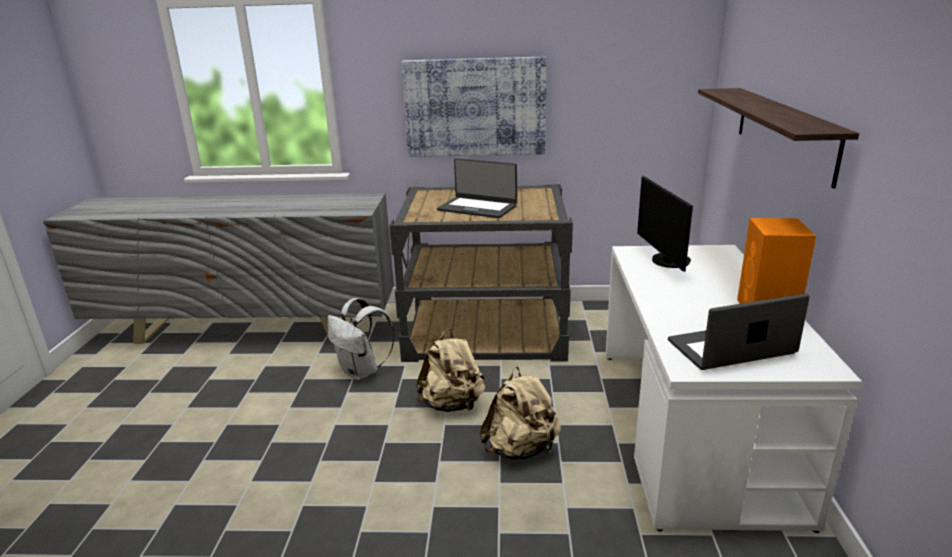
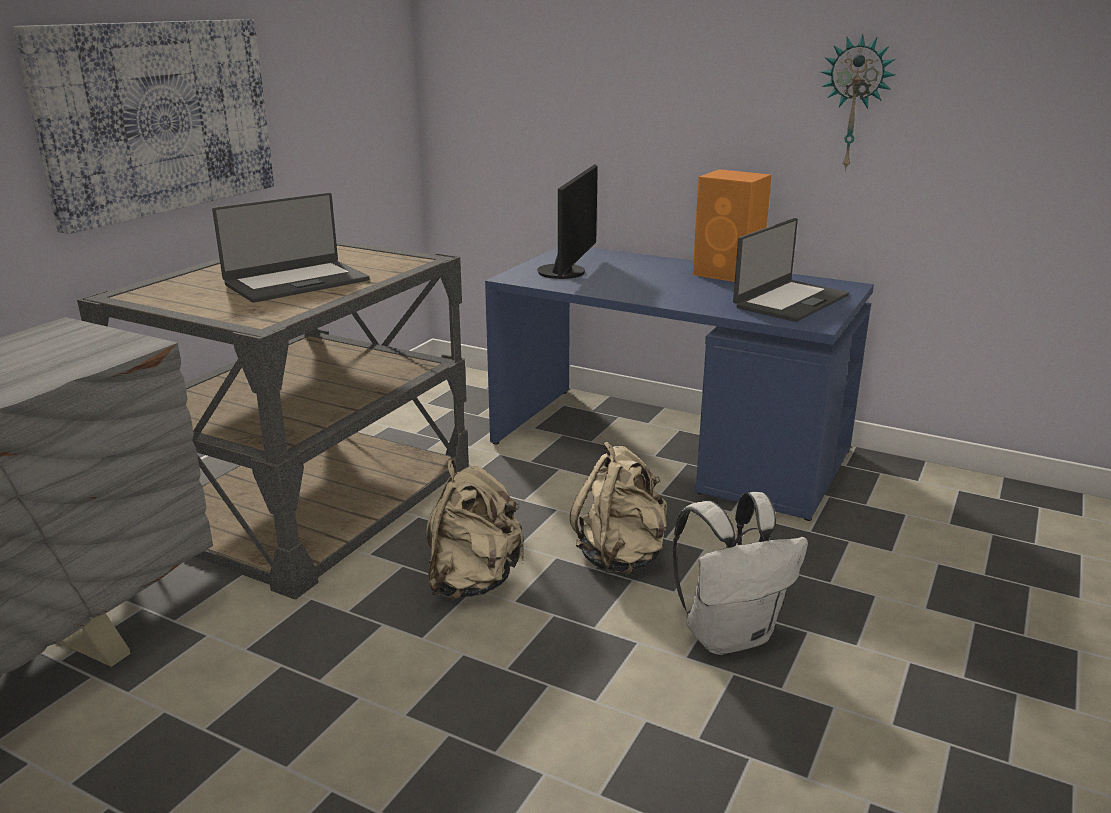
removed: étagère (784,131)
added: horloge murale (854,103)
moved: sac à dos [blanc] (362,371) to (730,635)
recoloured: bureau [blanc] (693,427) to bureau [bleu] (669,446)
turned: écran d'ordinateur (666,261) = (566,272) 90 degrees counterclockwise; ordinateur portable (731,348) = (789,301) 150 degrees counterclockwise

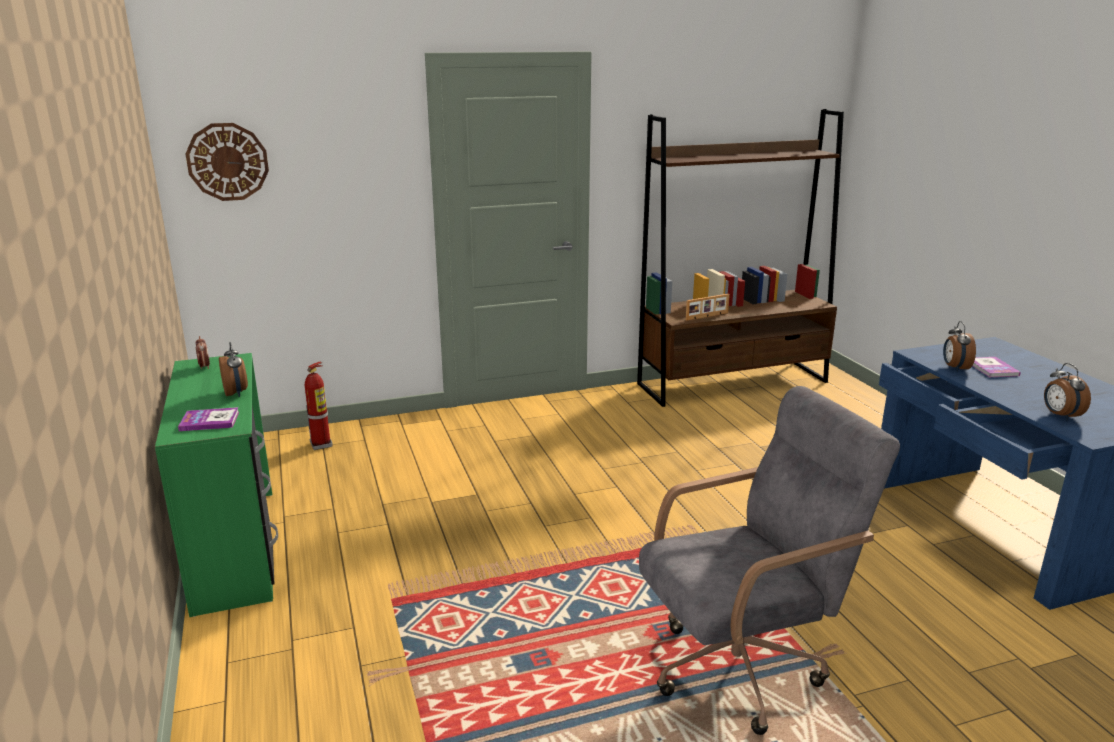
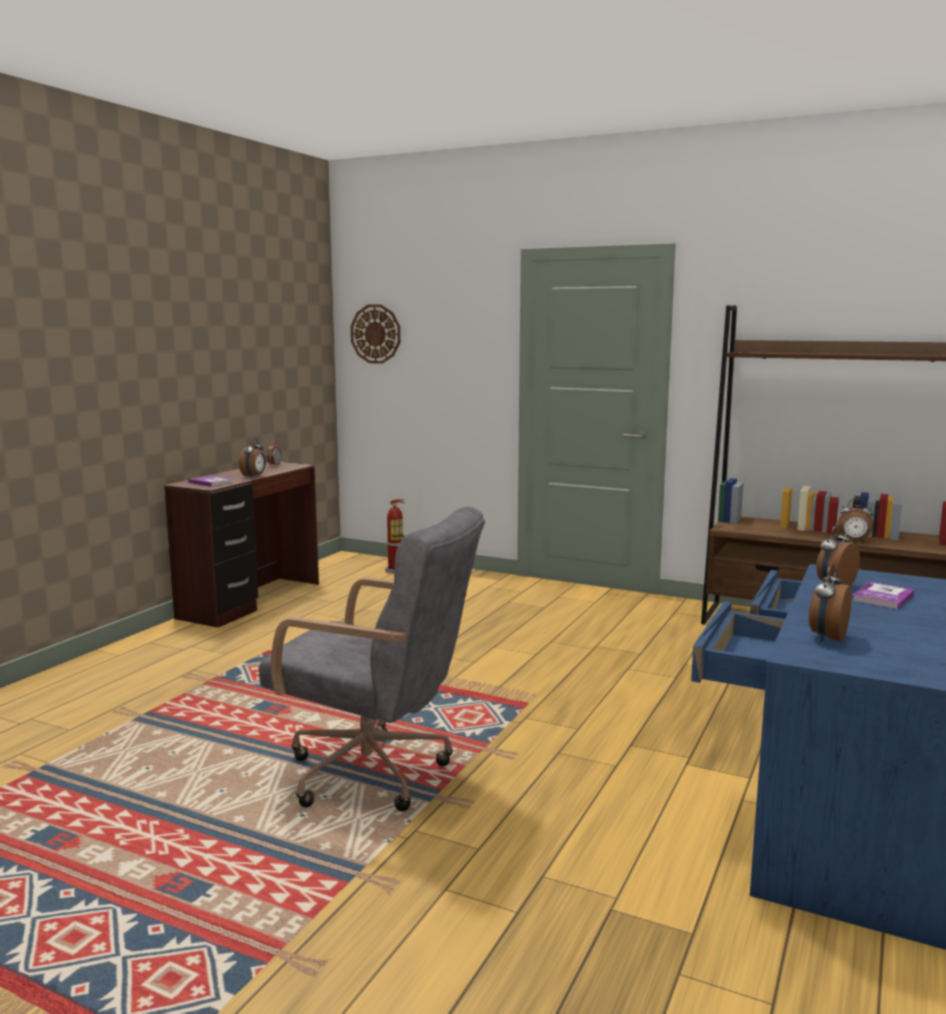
removed: cadre photo (707,316)
added: réveil (854,541)
recoloured: bureau [vert] (237,548) to bureau [marron] (252,601)

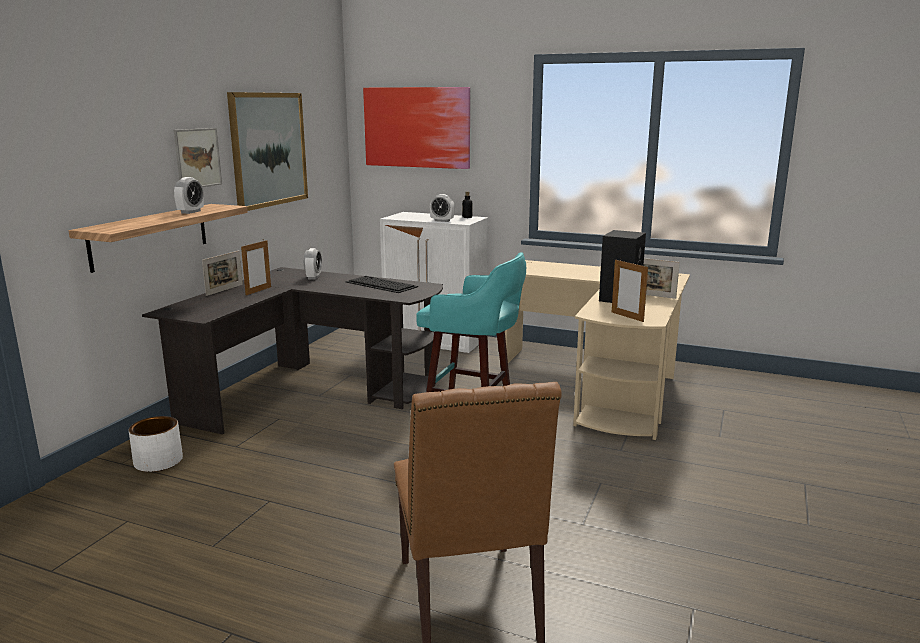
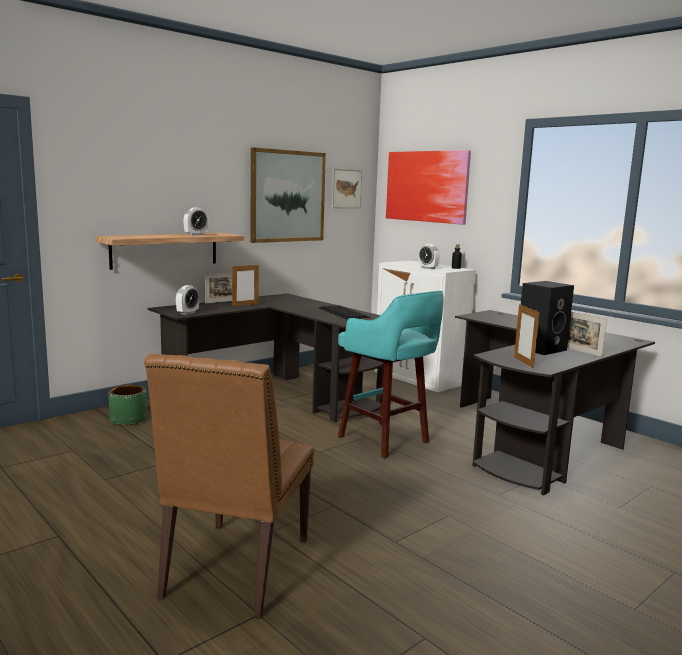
moved: tableau (197,158) to (346,188); réveil (313,277) to (187,313)
recoloured: cache-pot [blanc] (158,462) to cache-pot [vert] (128,420); bureau [beige] (601,384) to bureau [noir] (538,439)

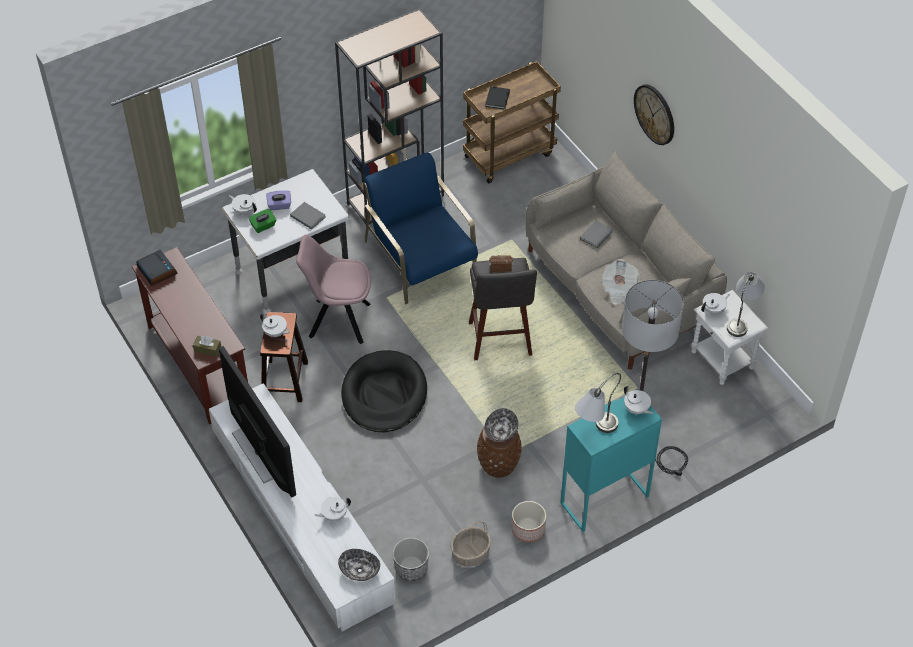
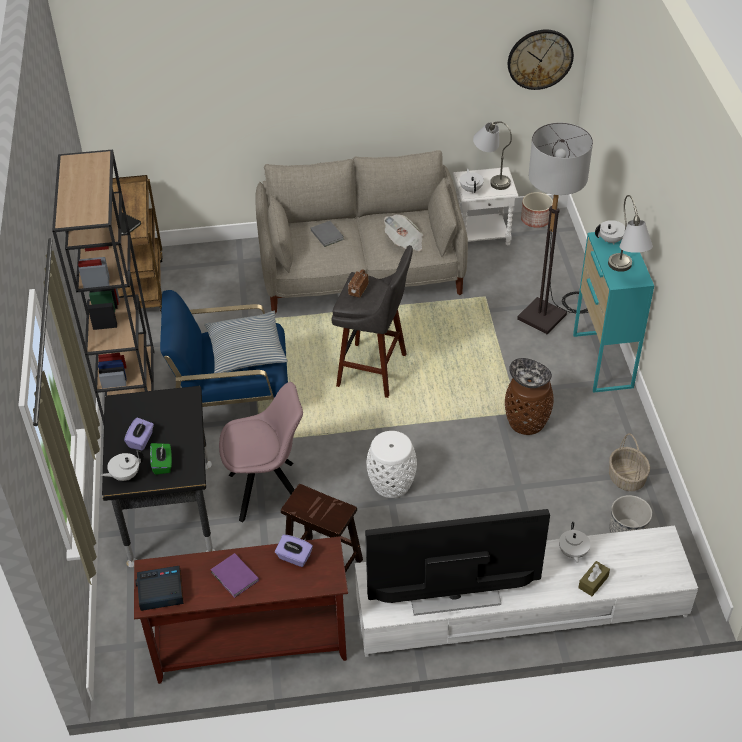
removed: théière [blanc] (275,333); livre [gris] (307,216); bol (360,570)
added: coussin (246,350); livre [violet] (235,577); boîte à mouchoirs [violet] (294,557)
moved: boîte à mouchoirs [marron] (207,349) to (593,582); cache-pot (528,529) to (535,219); horloge murale (655,114) to (540,59)
replaced: panier pour chien [noir] (384,394) to tabouret [blanc] (392,483)
recoloured: bureau [blanc] (292,272) to bureau [noir] (169,511)
turned: chaise [rose] (339,320) = (267,491) 135 degrees counterclockwise

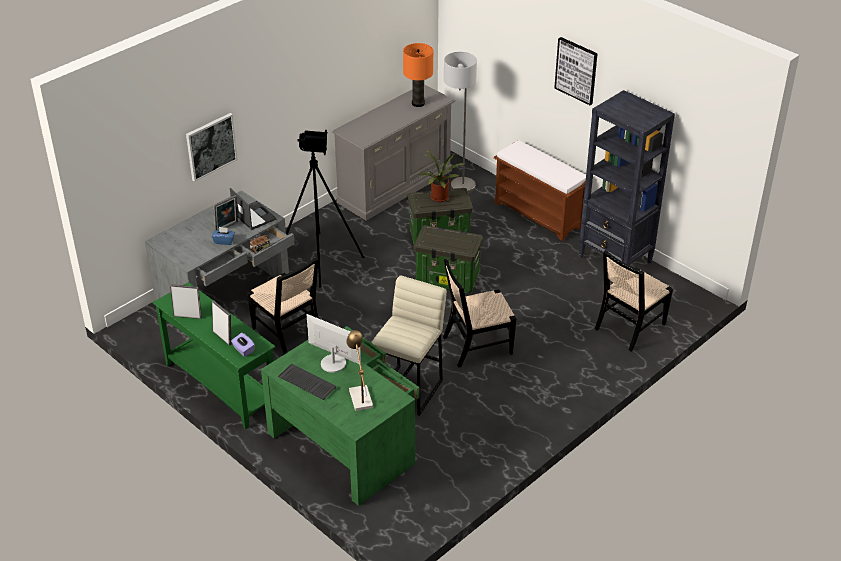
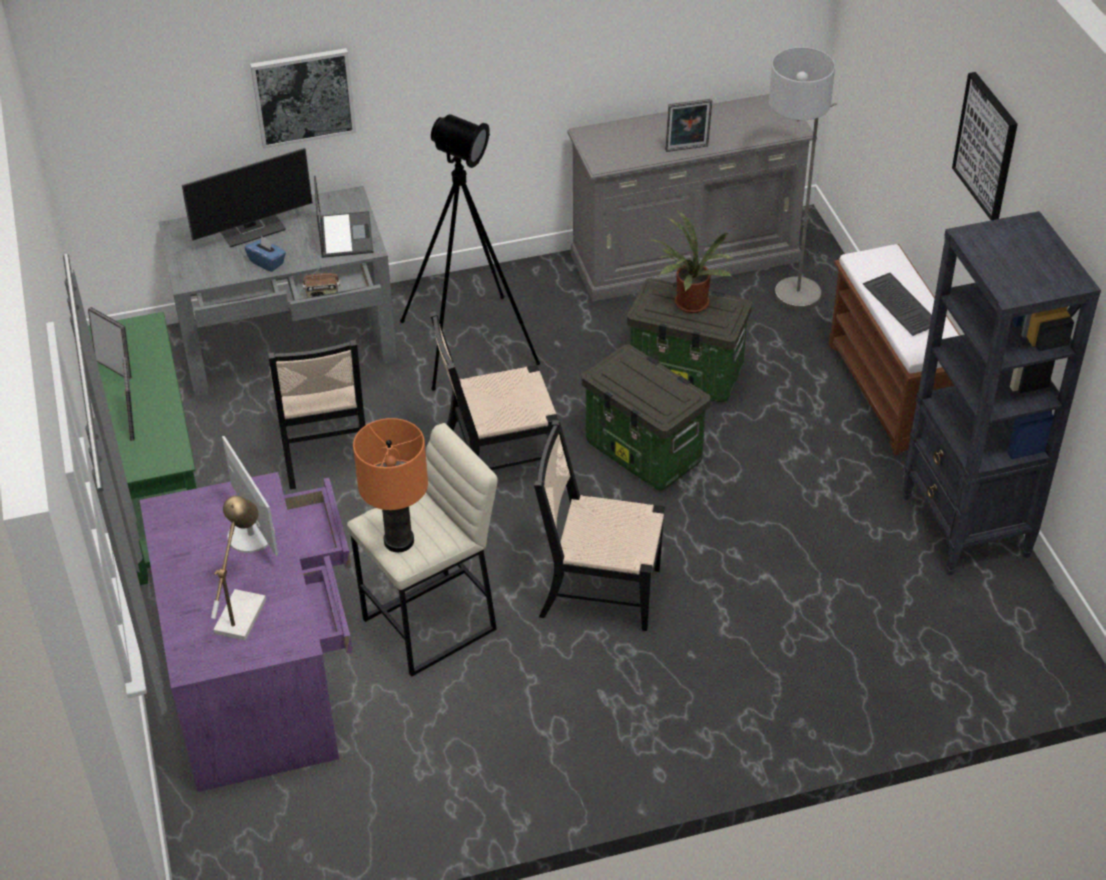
removed: boîte à mouchoirs [violet] (243,350)
added: écran d'ordinateur (252,228)
moved: cadre photo (227,227) to (687,149); clavier (306,383) to (899,306); lampe de table [orange] (418,103) to (398,541); chaise (630,327) to (498,463)
recoloured: bureau [vert] (346,443) to bureau [violet] (263,674)

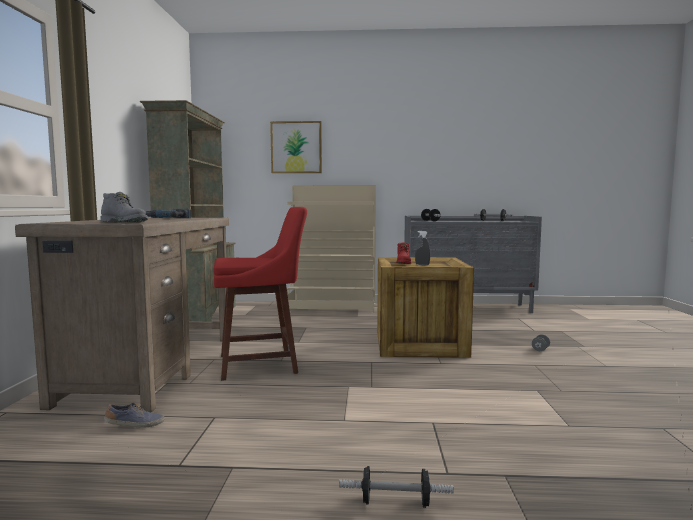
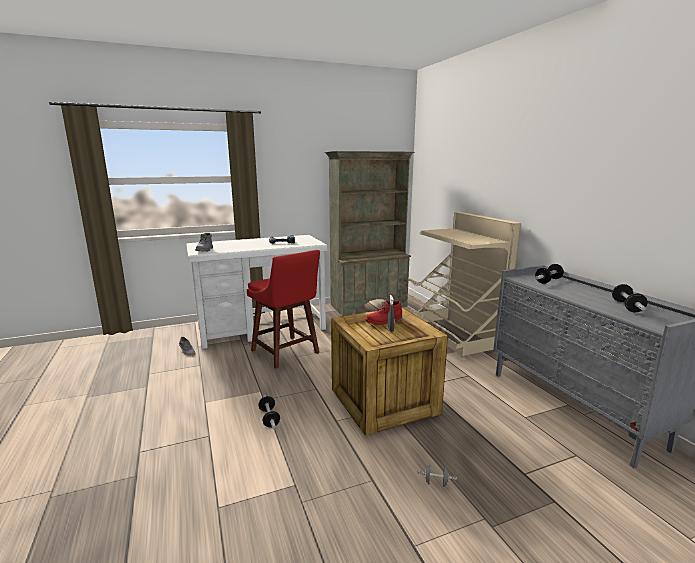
removed: tableau (296,147)
moved: haltère (395,502) to (269,418)
recoloured: bureau [marron] (153,367) to bureau [blanc] (262,328)

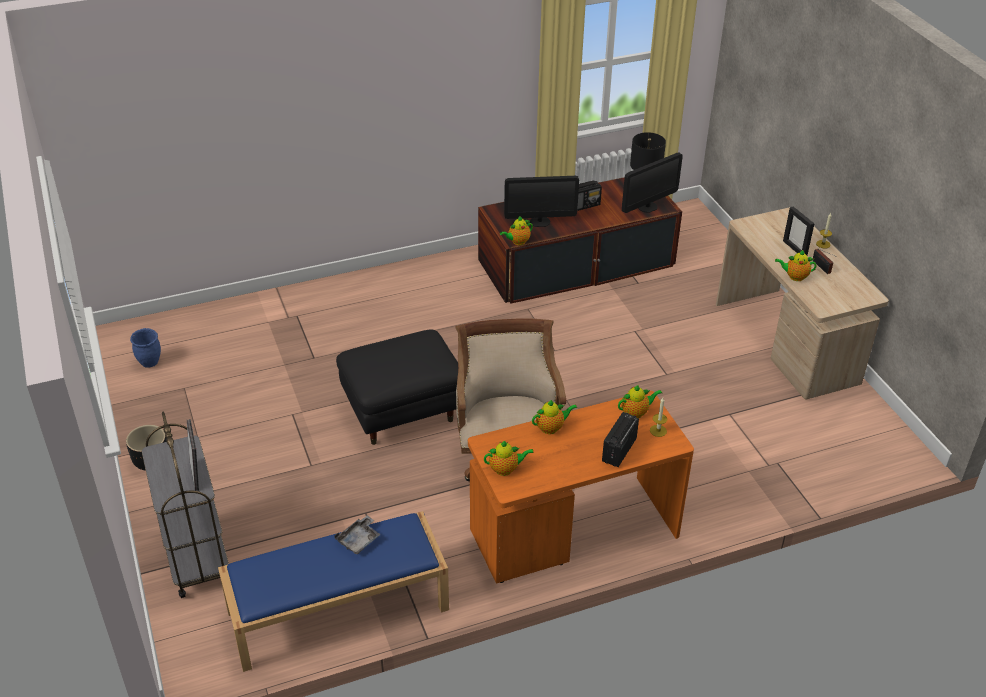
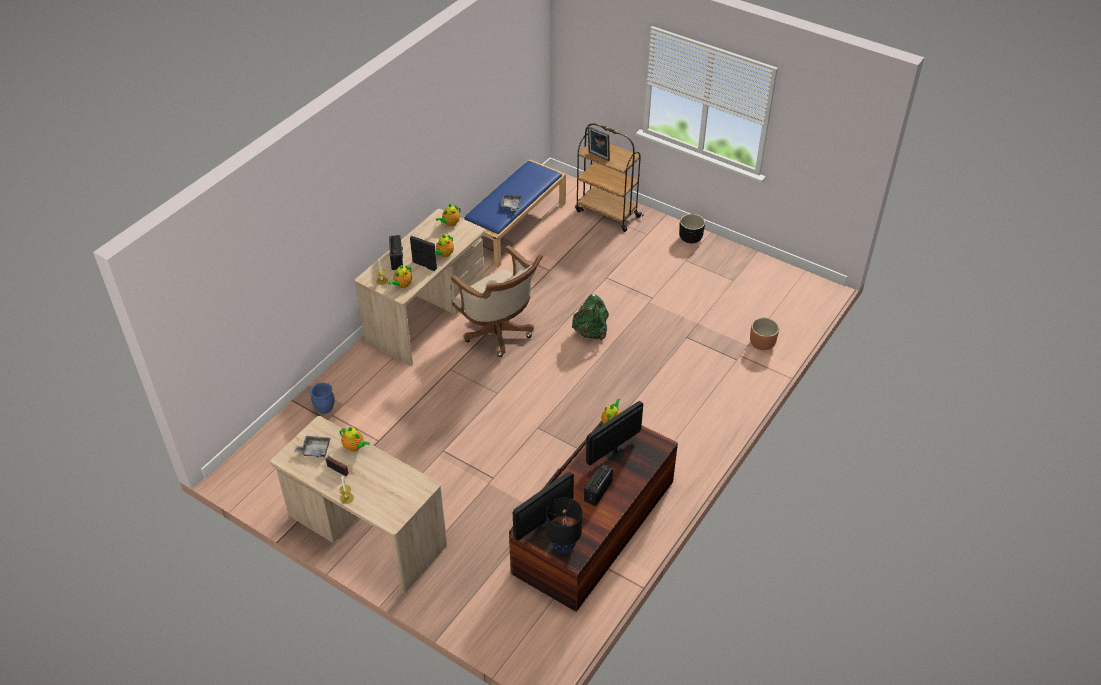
added: plateau [gris] (314,450); cache-pot [marron] (762,344)
moved: cache-pot [bleu] (149,363) to (325,409); cadre photo (795,249) to (424,265)
replaced: pouf [noir] (403,412) to sac à dos [vert] (591,332)
recoloured: chariot [gris] (196,558) to chariot [marron] (607,213); bureau [orange] (573,532) to bureau [beige] (427,315)
turned: écran d'ordinateur (647,207) = (542,523) 150 degrees counterclockwise; théière (794,277) = (355,447) 60 degrees clockwise

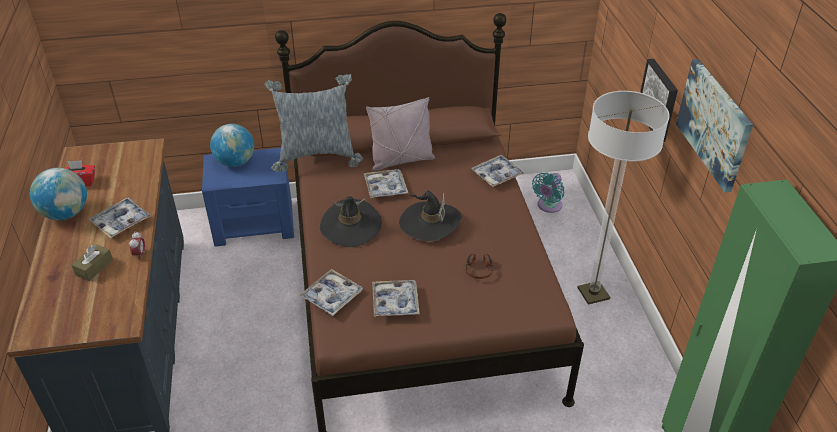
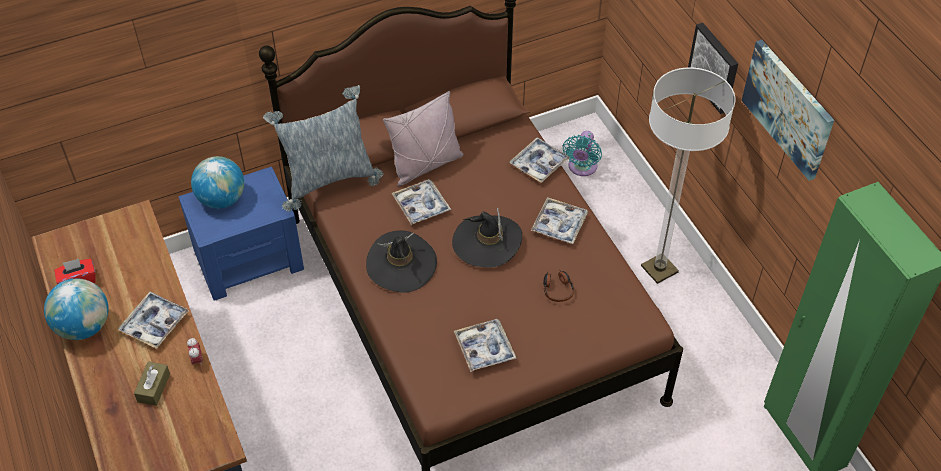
moved: plateau (332,296) to (559,225)

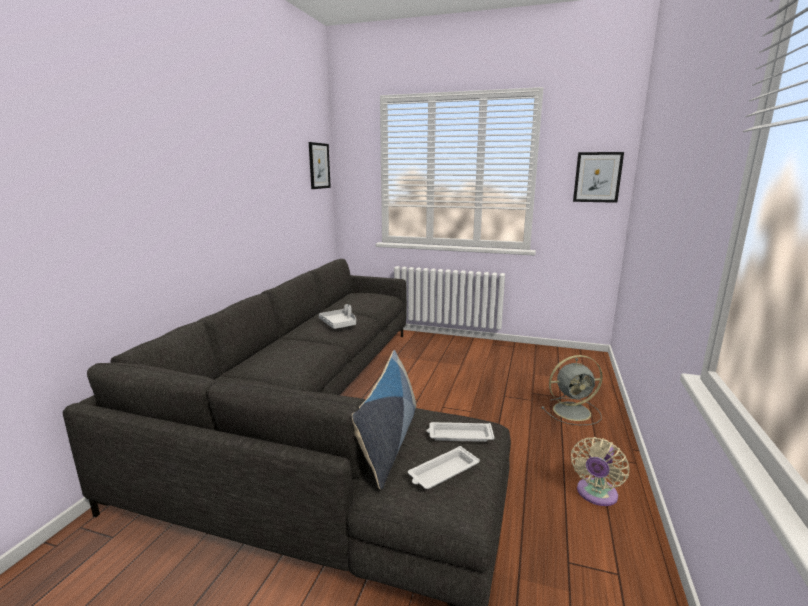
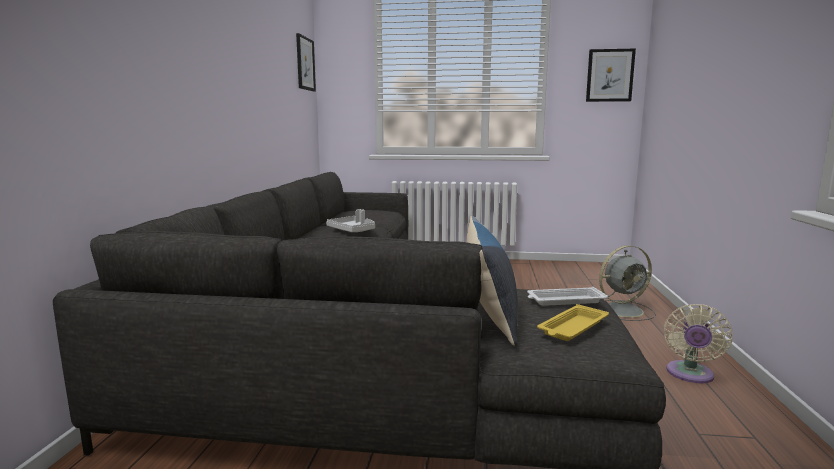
recoloured: plateau [blanc] (442,472) to plateau [jaune] (572,328)

